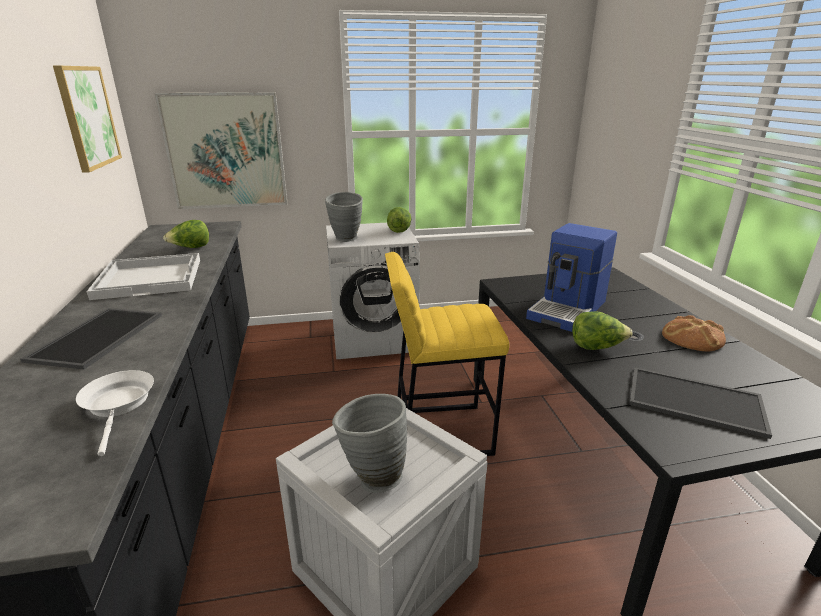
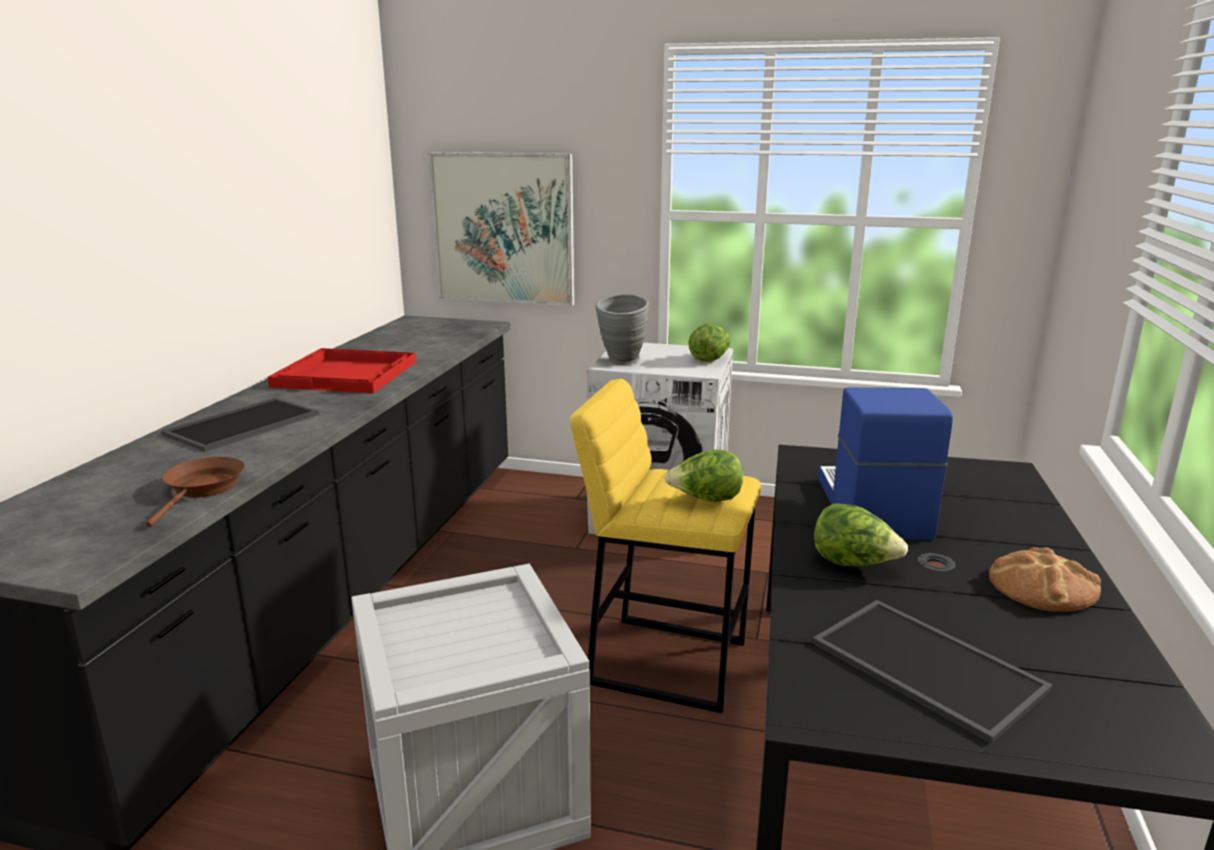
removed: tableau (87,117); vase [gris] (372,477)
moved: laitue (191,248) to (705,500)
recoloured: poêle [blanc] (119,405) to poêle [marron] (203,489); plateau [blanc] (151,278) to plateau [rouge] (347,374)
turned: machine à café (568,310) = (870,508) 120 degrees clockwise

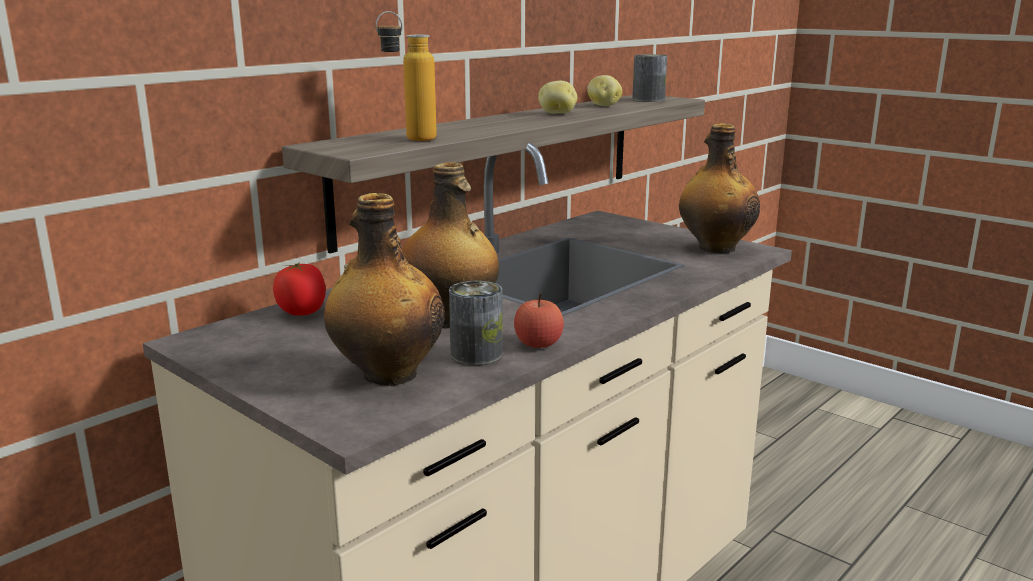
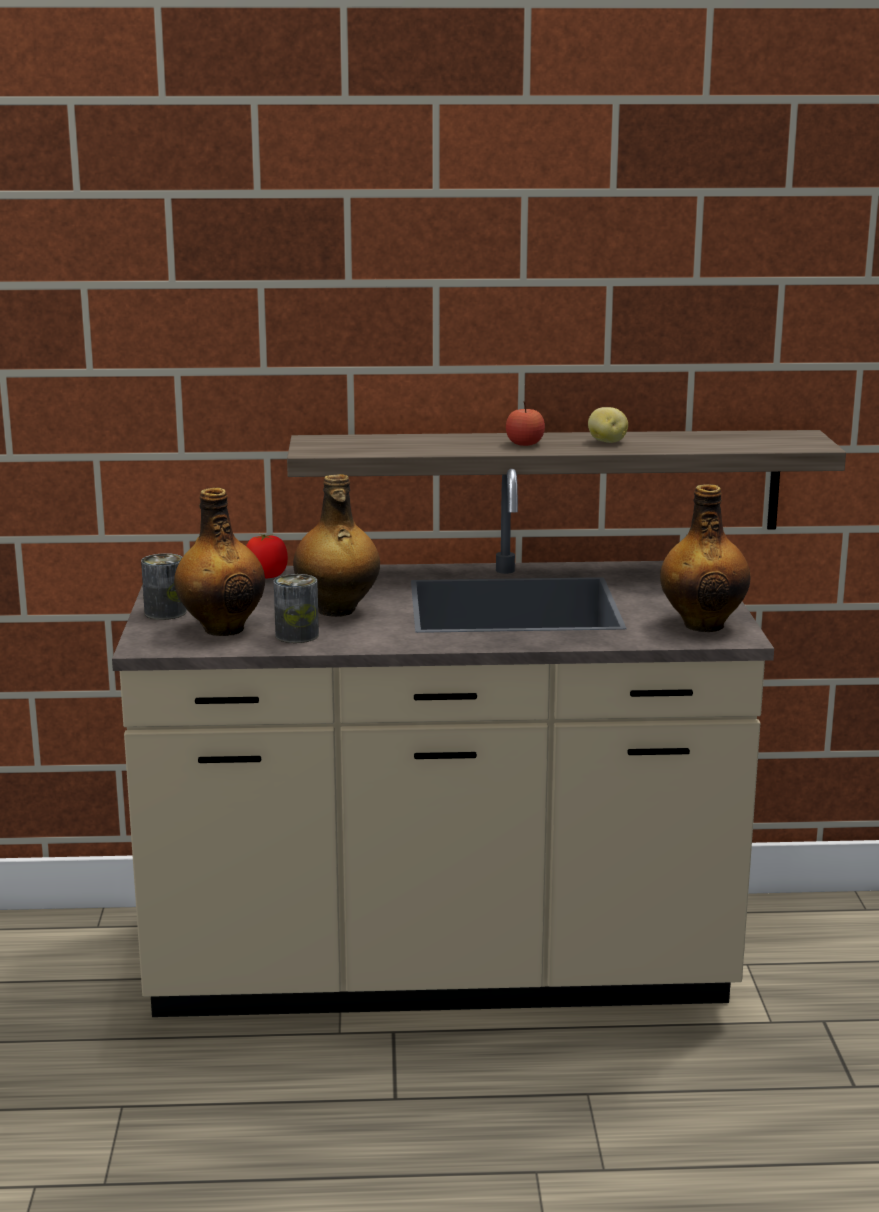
removed: bouteille (409,139); pomme de terre (603,106)
moved: pomme (538,344) to (524,444); boîte métallique (648,100) to (165,612)

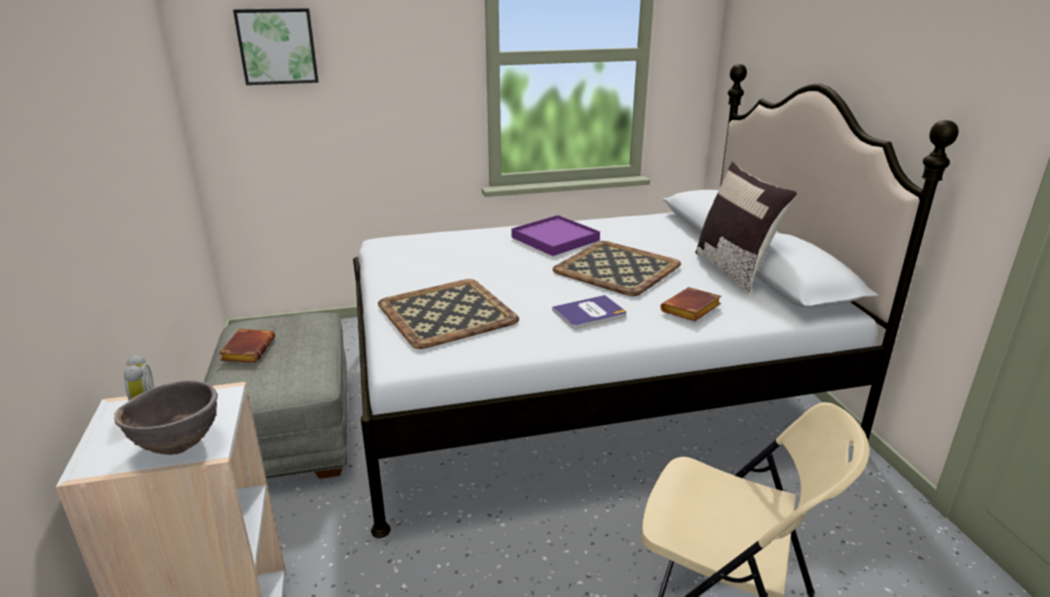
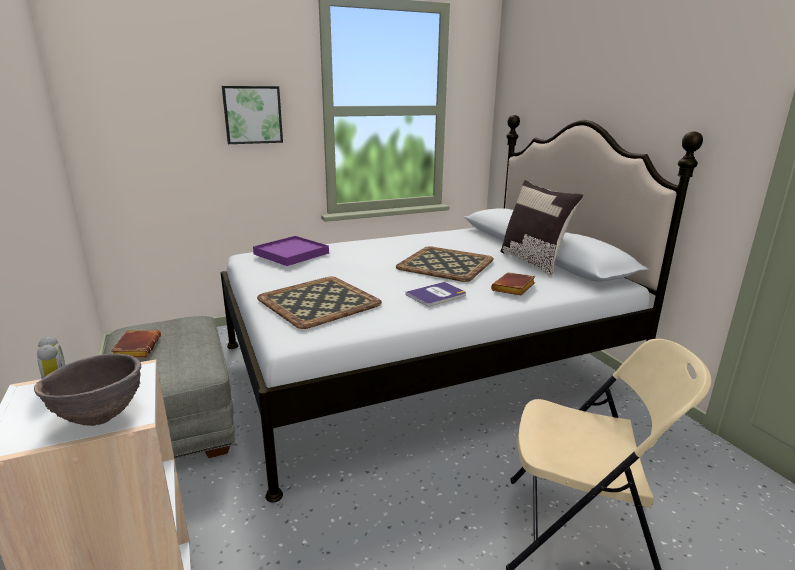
moved: tableau (277,46) to (252,115); plateau [violet] (555,239) to (291,253)

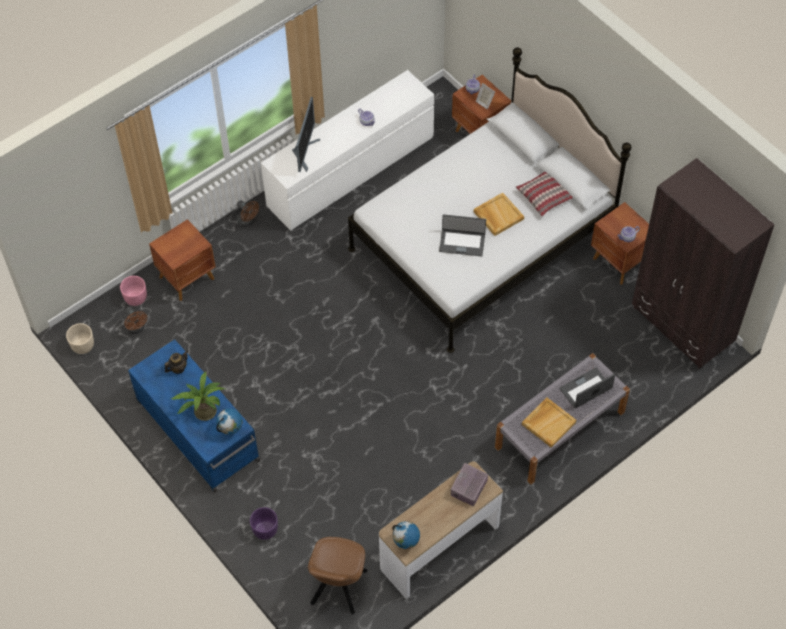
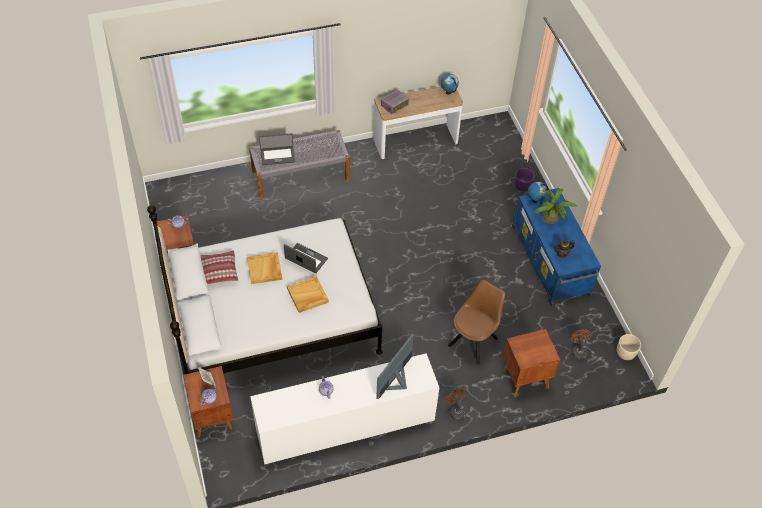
removed: cache-pot [rose] (136,298); armoire [marron] (682,326)
moved: chaise [marron] (338,587) to (473,342); plateau [beige] (548,423) to (307,296)

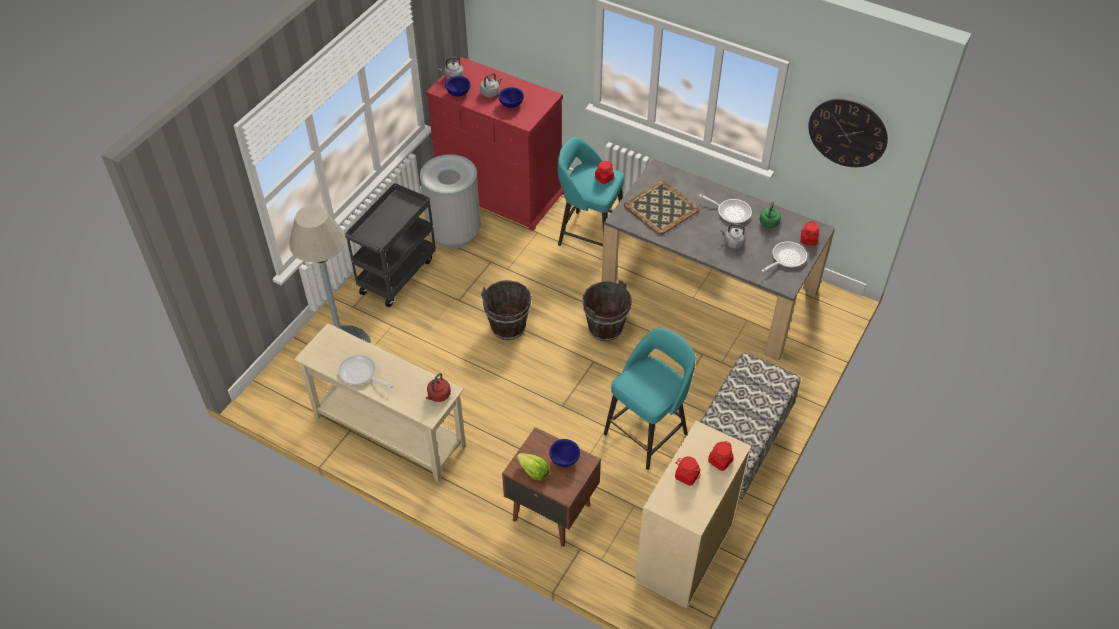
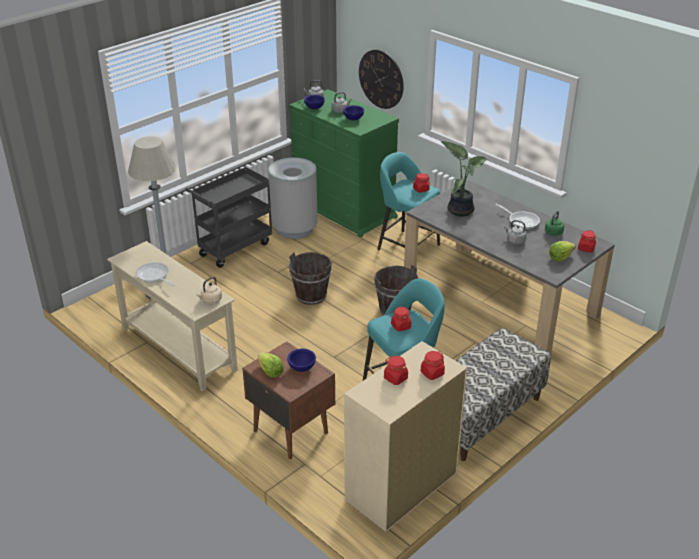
added: bocal [rouge] (400,326)
moved: horloge murale (847,132) to (381,79)
replaced: plateau (661,207) to plante en pot (460,210); poêle (786,258) to laitue (560,257)
recoloured: commode [rouge] (500,191) to commode [vert] (344,209); bouilloire [rouge] (438,395) to bouilloire [beige] (210,300)

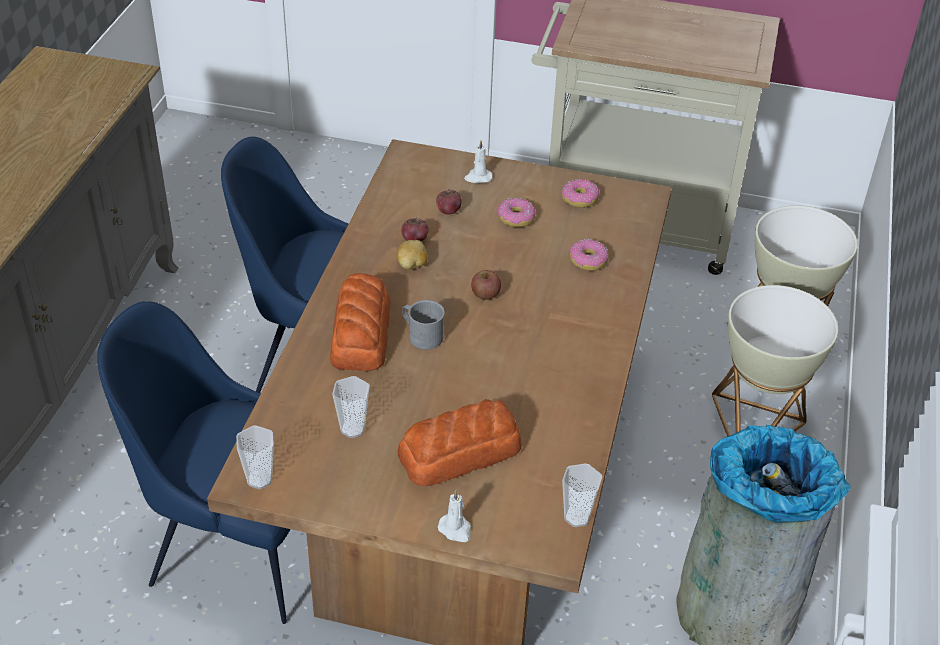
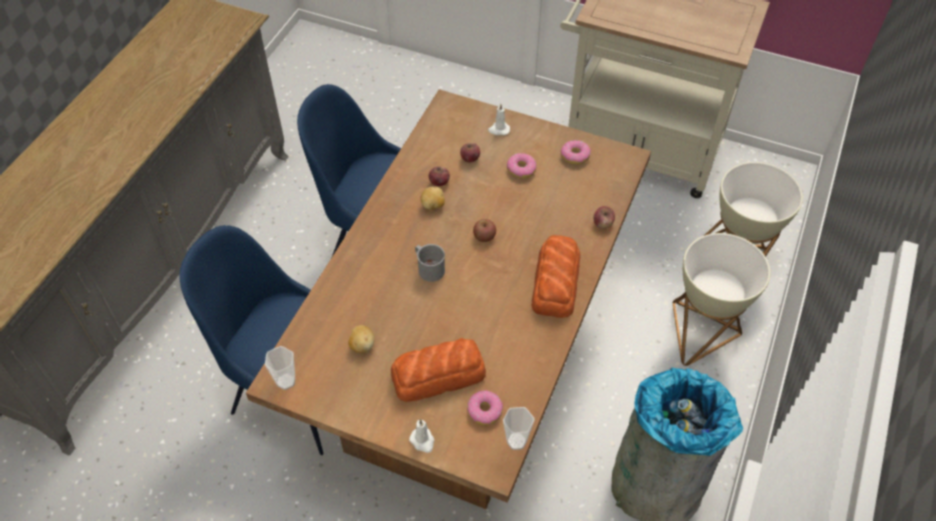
added: pomme (603,223)
moved: pain (361,332) to (556,281); beignet (588,260) to (484,411)
replaced: tasse (352,429) to pomme de terre (362,345)

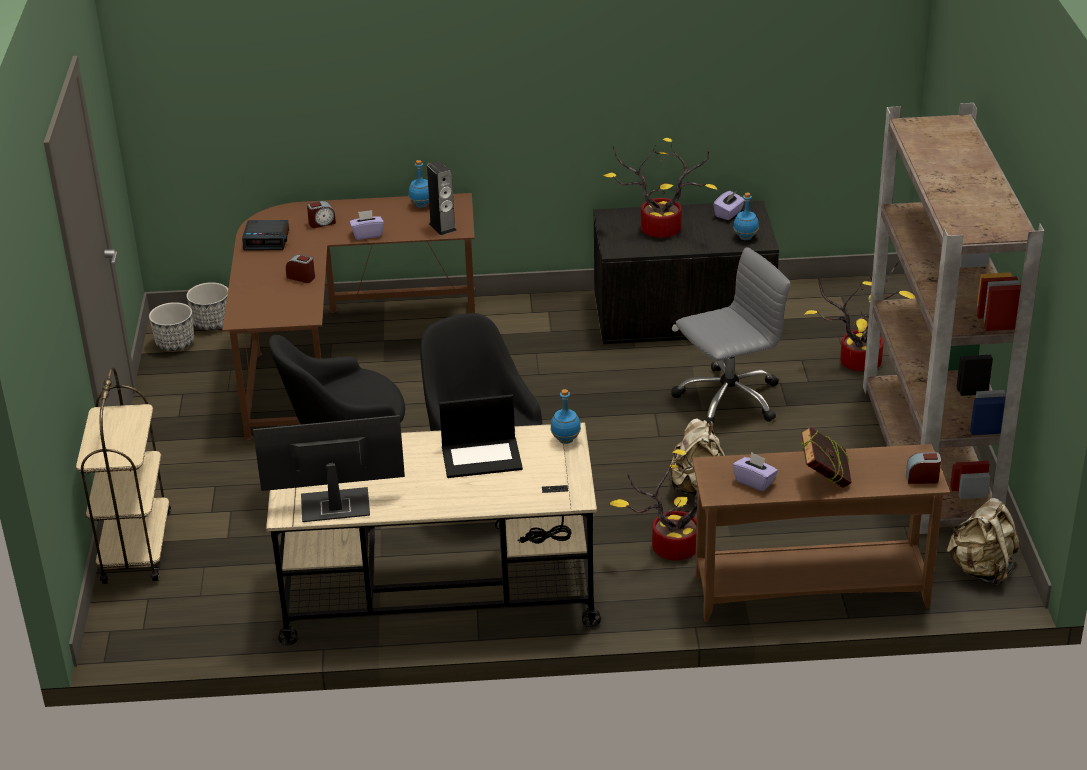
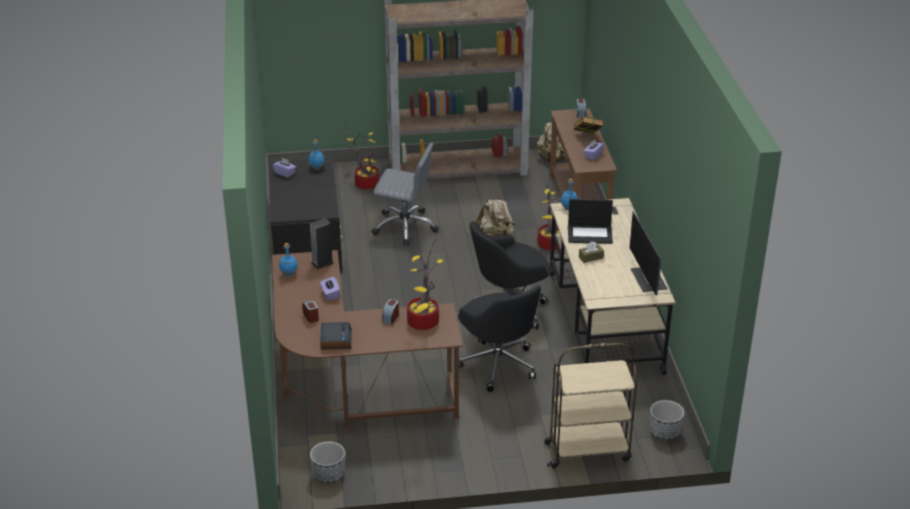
added: boîte à mouchoirs [marron] (591,257)
moved: cache-pot (211,323) to (664,432); plante en pot (658,231) to (425,323)
turned: ordinateur portable (482,457) = (590,234) 105 degrees clockwise; chaise de bureau [gris] (729,398) = (405,227) 135 degrees clockwise

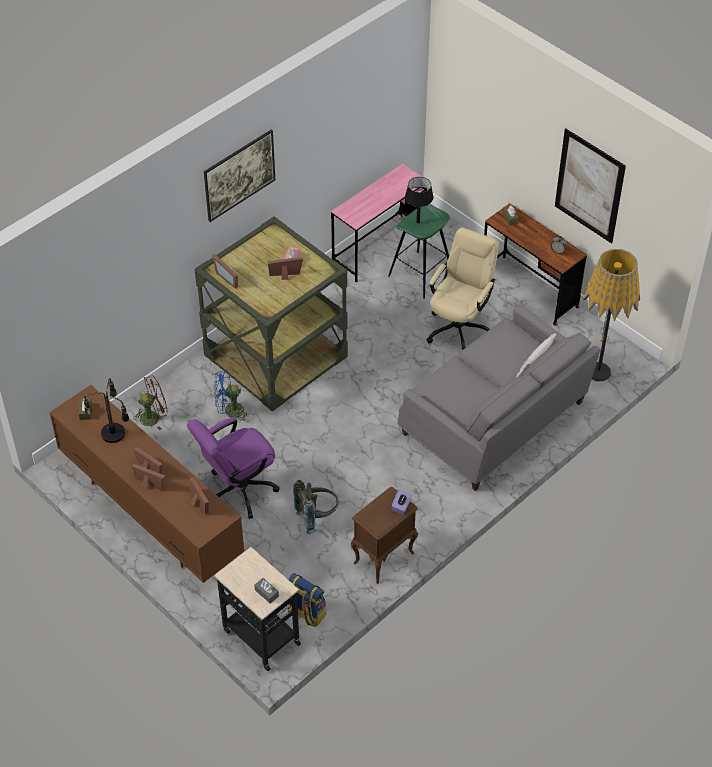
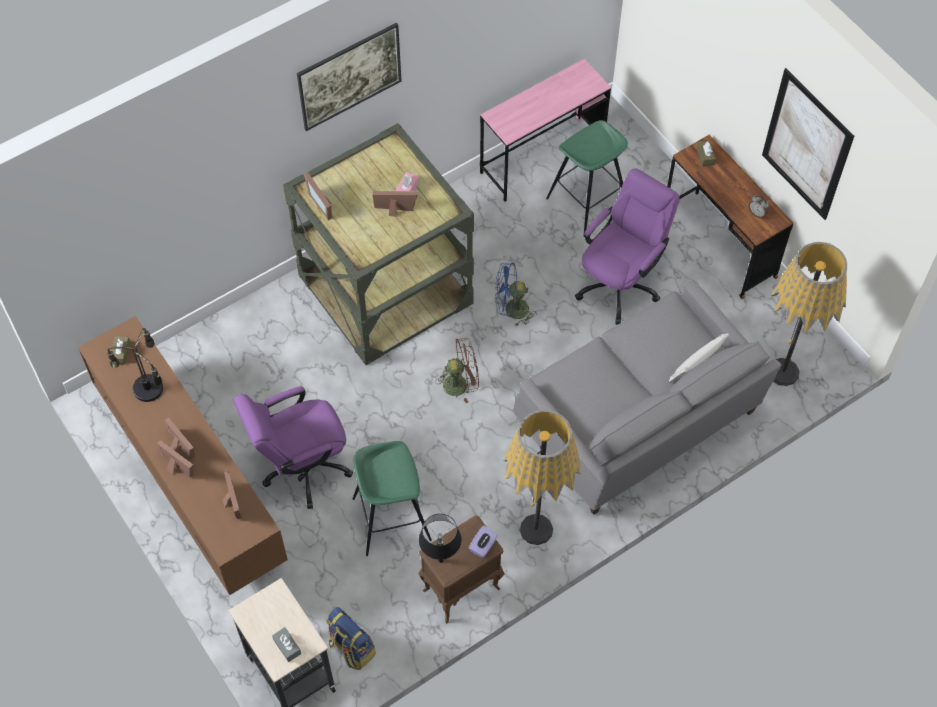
added: lampadaire (536,529)
moved: ventilateur [marron] (154,417) to (461,384); ventilateur [bleu] (230,412) to (511,310); lampe de table [noir] (418,222) to (441,560)
replaced: sac à dos [gris] (317,516) to tabouret [vert] (391,519)
recoloured: chaise de bureau [beige] (459,328) to chaise de bureau [violet] (619,285)

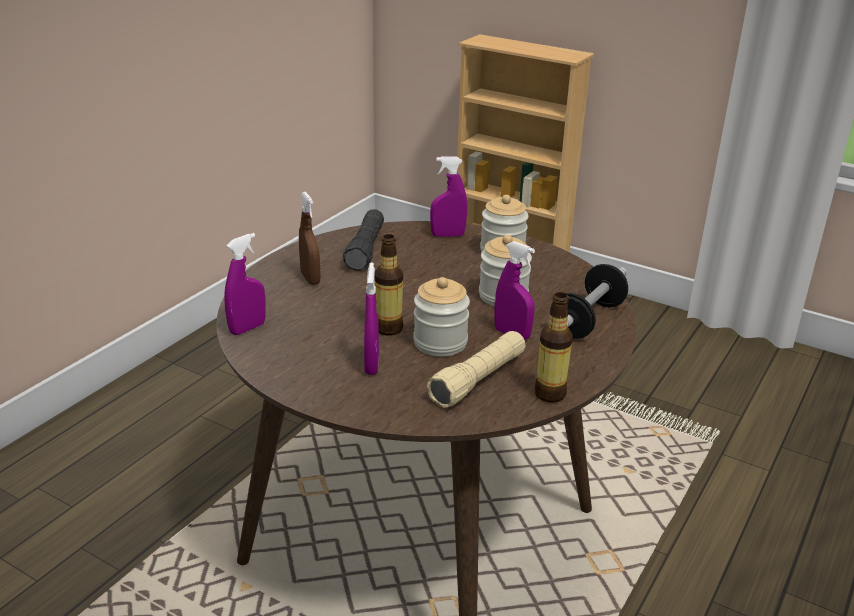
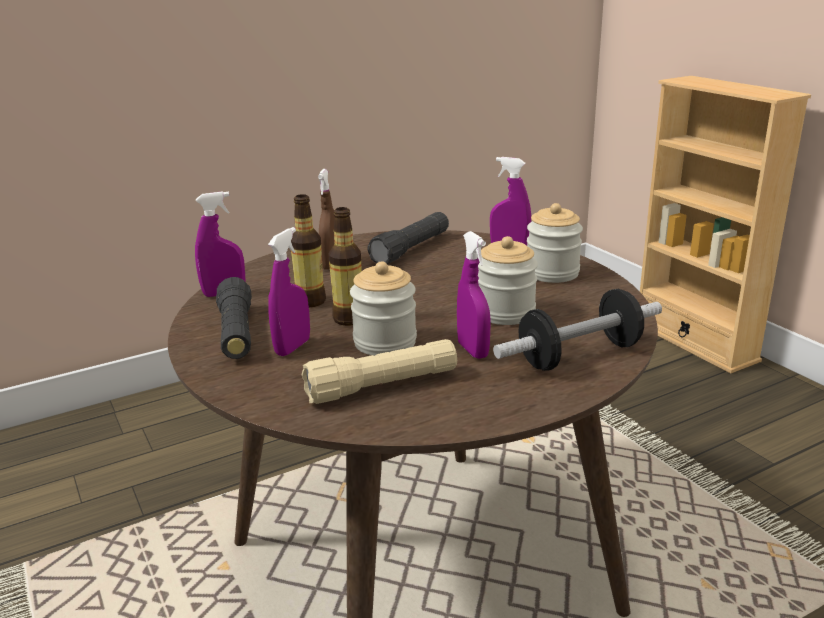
added: lampe de poche [noir] (236,333)
moved: bouteille (550,394) to (310,301)

